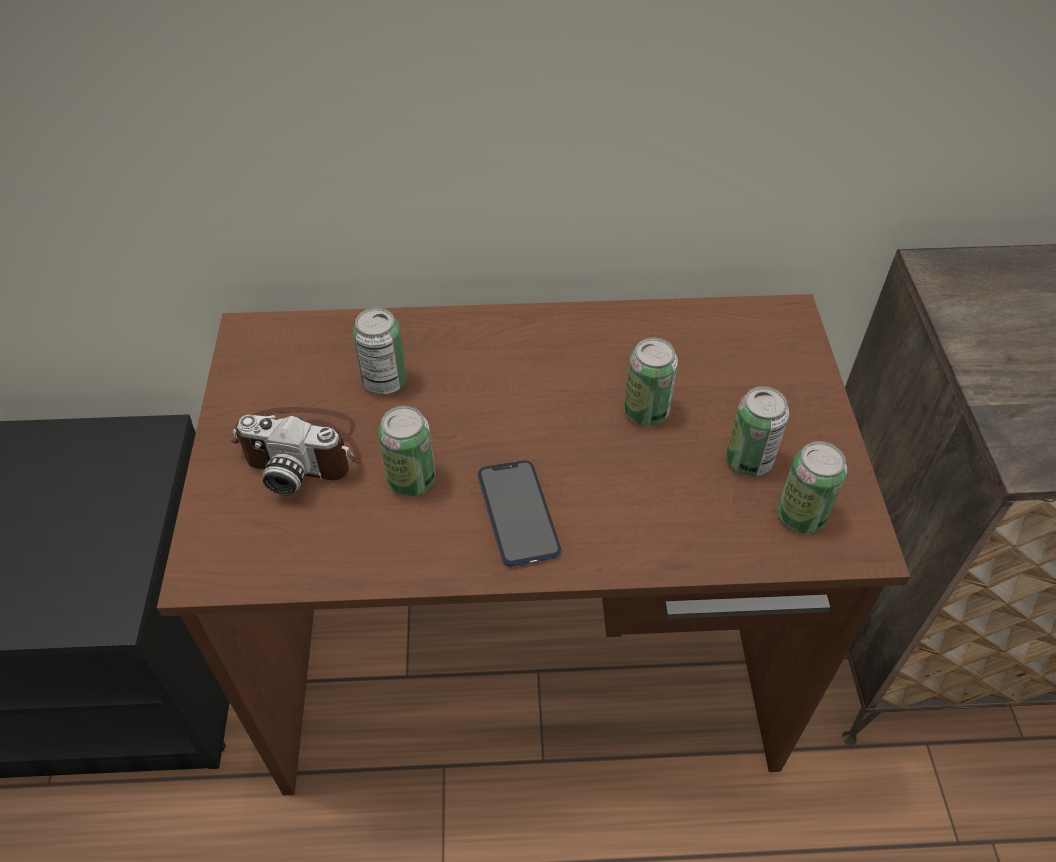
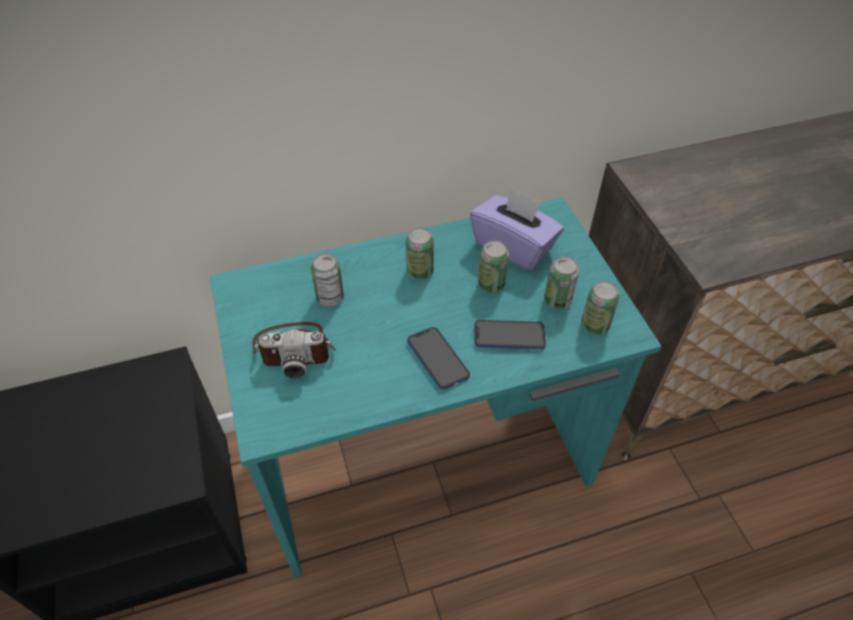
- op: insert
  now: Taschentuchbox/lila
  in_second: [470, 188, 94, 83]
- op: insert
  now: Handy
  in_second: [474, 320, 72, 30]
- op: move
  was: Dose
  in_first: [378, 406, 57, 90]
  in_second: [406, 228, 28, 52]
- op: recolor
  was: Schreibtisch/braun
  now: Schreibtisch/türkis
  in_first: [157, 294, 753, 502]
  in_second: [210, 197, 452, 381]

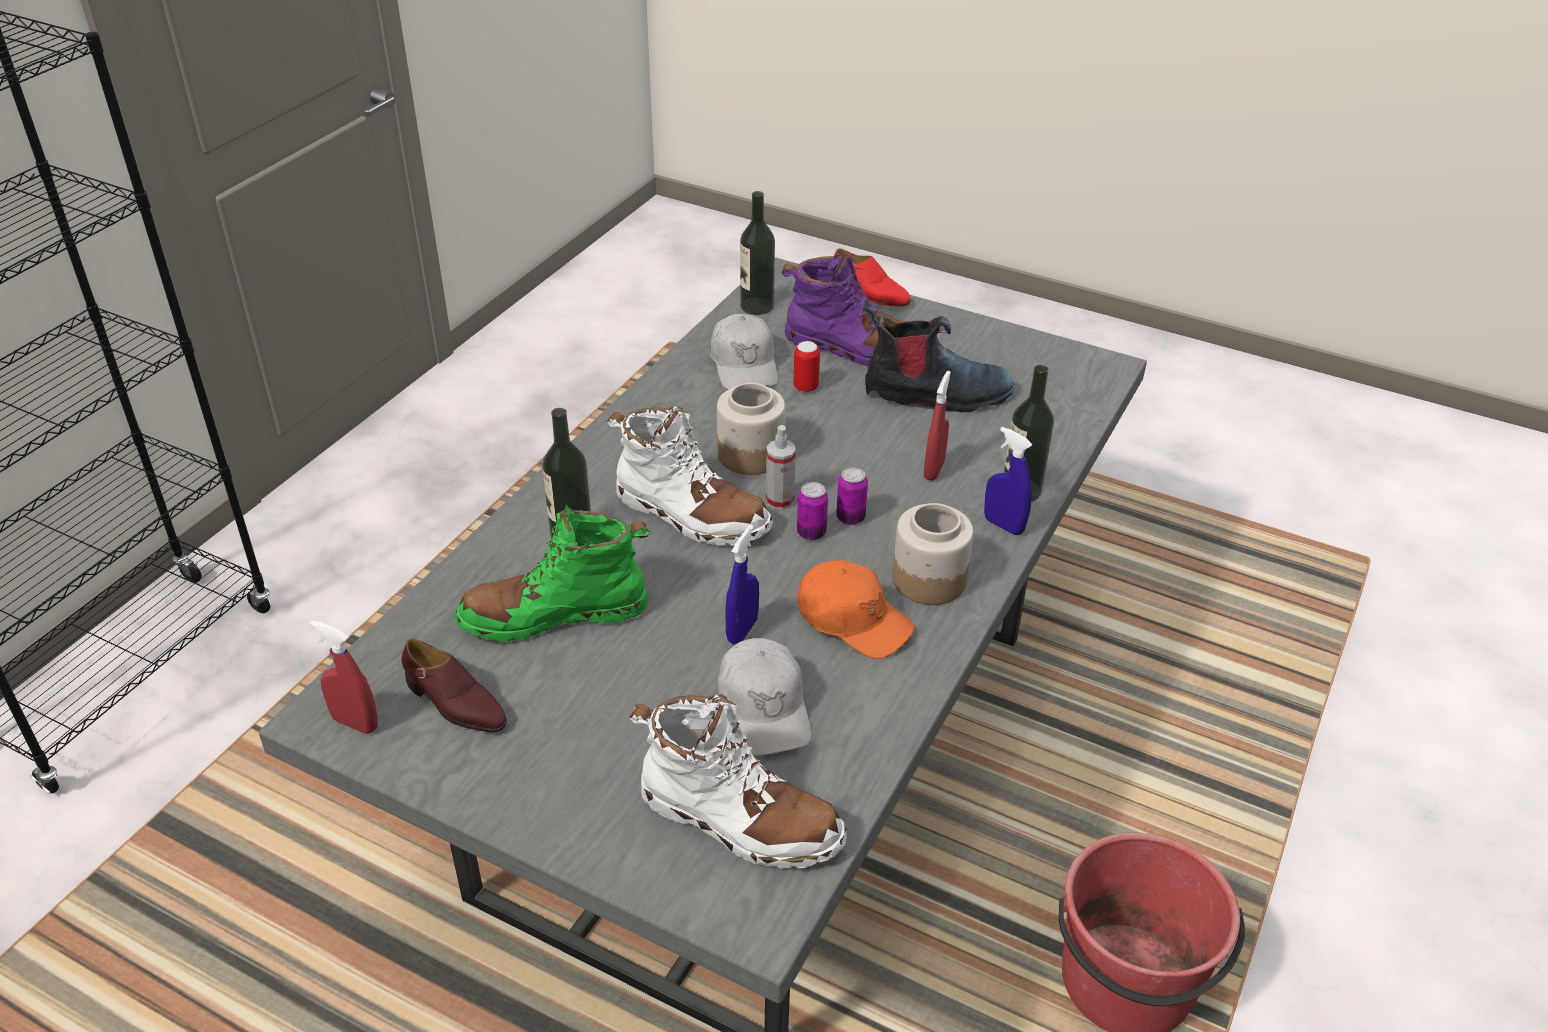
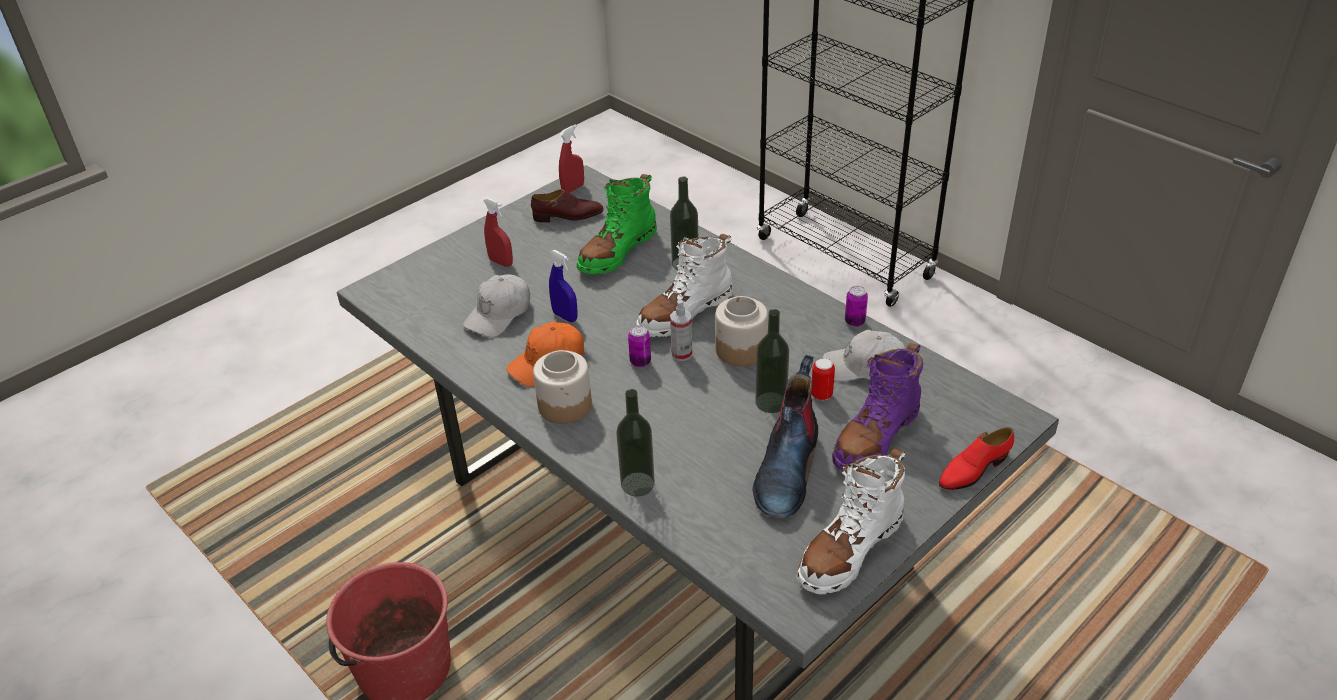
- op: delete
  was: Sprühflasche/blau
  in_first: [984, 427, 49, 108]
- op: move
  was: Stiefel/weiß
  in_first: [629, 695, 218, 174]
  in_second: [797, 449, 108, 145]
- op: move
  was: Flasche
  in_first: [740, 191, 35, 124]
  in_second: [755, 309, 34, 104]
- op: move
  was: Dose
  in_first: [836, 467, 32, 58]
  in_second: [845, 286, 23, 41]
- op: move
  was: Sprühflasche/rot
  in_first: [924, 371, 27, 110]
  in_second: [484, 198, 29, 69]
- op: rotate
  was: Schuh/braun
  in_first: [402, 639, 105, 93]
  in_second: [531, 189, 73, 34]
  clockwise: -150
- op: rotate
  was: Stiefel/grün
  in_first: [455, 504, 195, 138]
  in_second: [577, 174, 80, 100]
  clockwise: -150
- op: rotate
  was: Kappe/weiß
  in_first: [718, 638, 93, 118]
  in_second: [463, 274, 67, 63]
  clockwise: -60

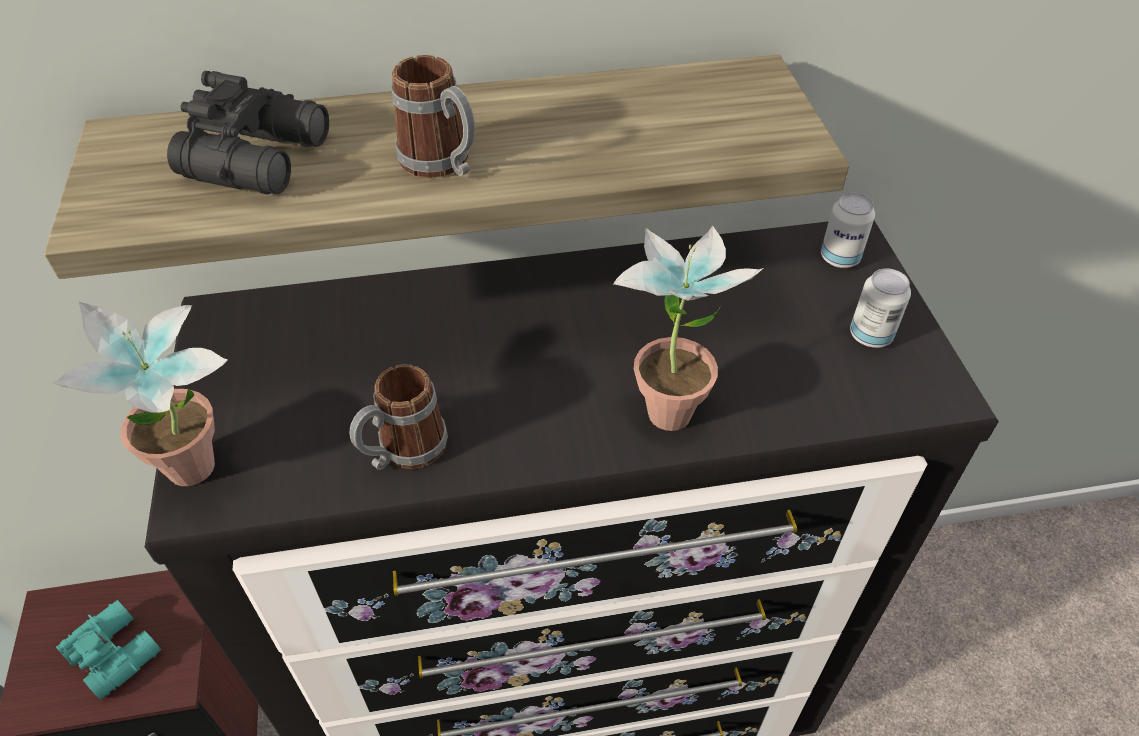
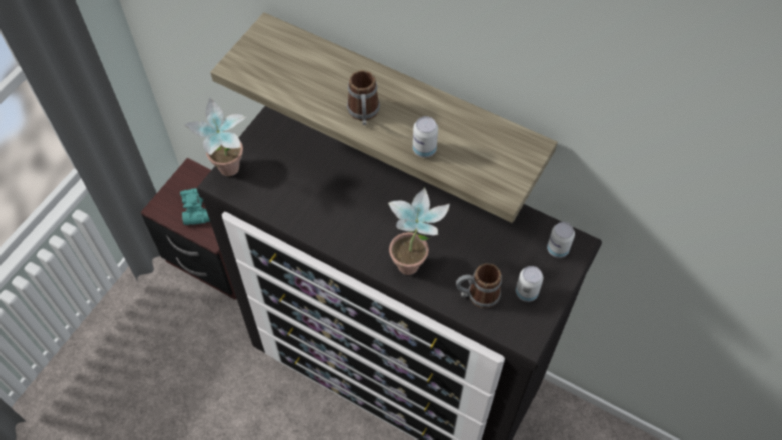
- op: delete
  was: Fernglas/schwarz
  in_first: [167, 71, 162, 123]
- op: insert
  now: Dose
  in_second: [413, 116, 25, 42]
- op: move
  was: Henkelbecher
  in_first: [350, 364, 98, 106]
  in_second: [456, 263, 46, 45]

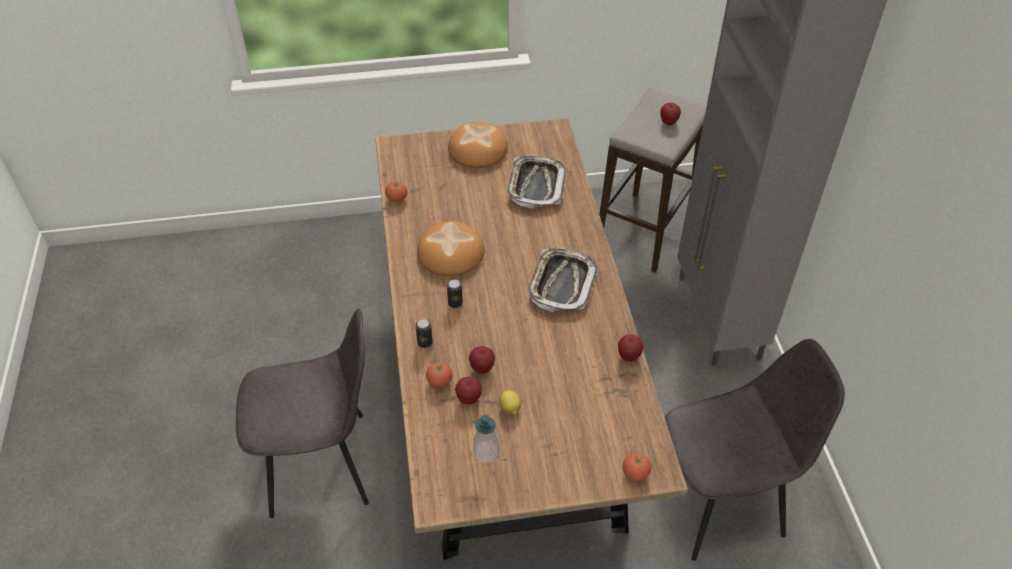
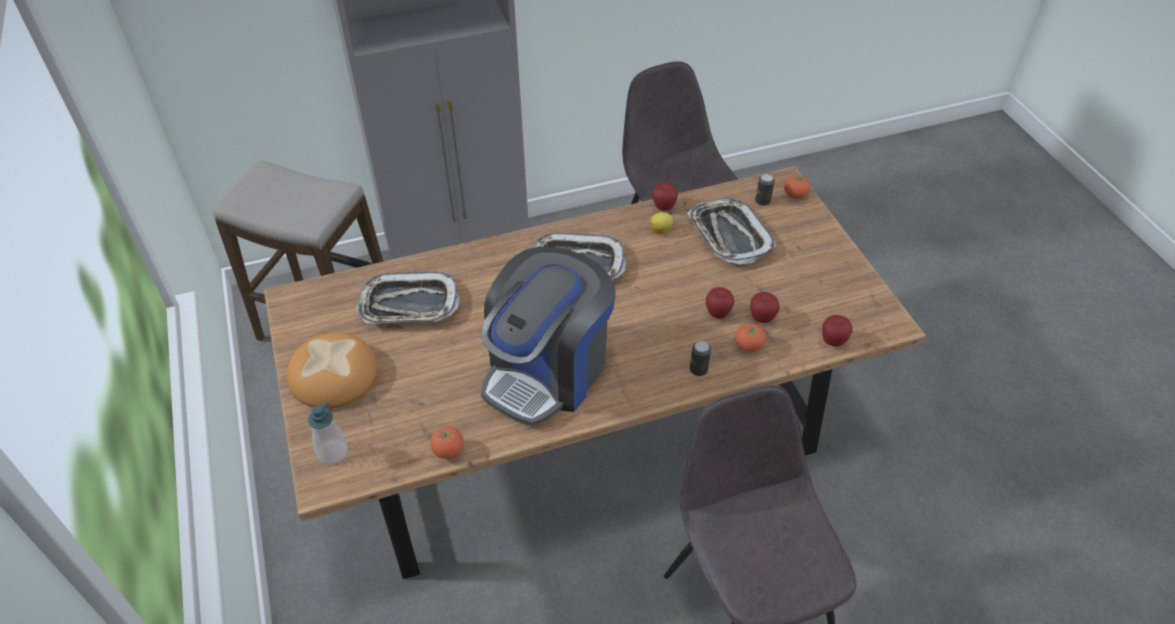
- op: insert
  now: Tablett
  in_second: [687, 199, 89, 66]
- op: move
  was: Dose
  in_first: [447, 279, 16, 29]
  in_second: [755, 174, 20, 32]
- op: move
  was: Seifenspender
  in_first: [473, 415, 26, 48]
  in_second: [308, 401, 40, 63]
- op: move
  was: Zitrone
  in_first: [499, 390, 22, 25]
  in_second: [650, 212, 23, 22]
- op: move
  was: Apfel
  in_first: [660, 103, 21, 22]
  in_second: [822, 315, 30, 31]
- op: replace
  was: Brot
  now: Kaffeemaschine
  in_first: [417, 221, 68, 55]
  in_second: [481, 247, 135, 179]

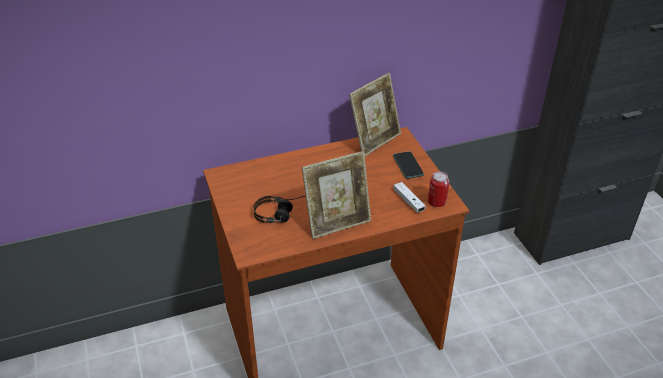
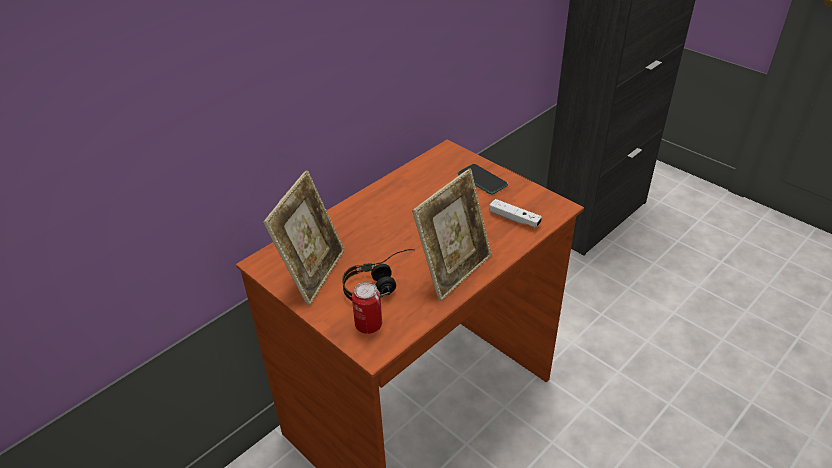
- op: move
  was: Bilderrahmen
  in_first: [349, 73, 52, 83]
  in_second: [263, 170, 82, 136]
- op: move
  was: Dose
  in_first: [428, 172, 21, 35]
  in_second: [352, 282, 30, 52]

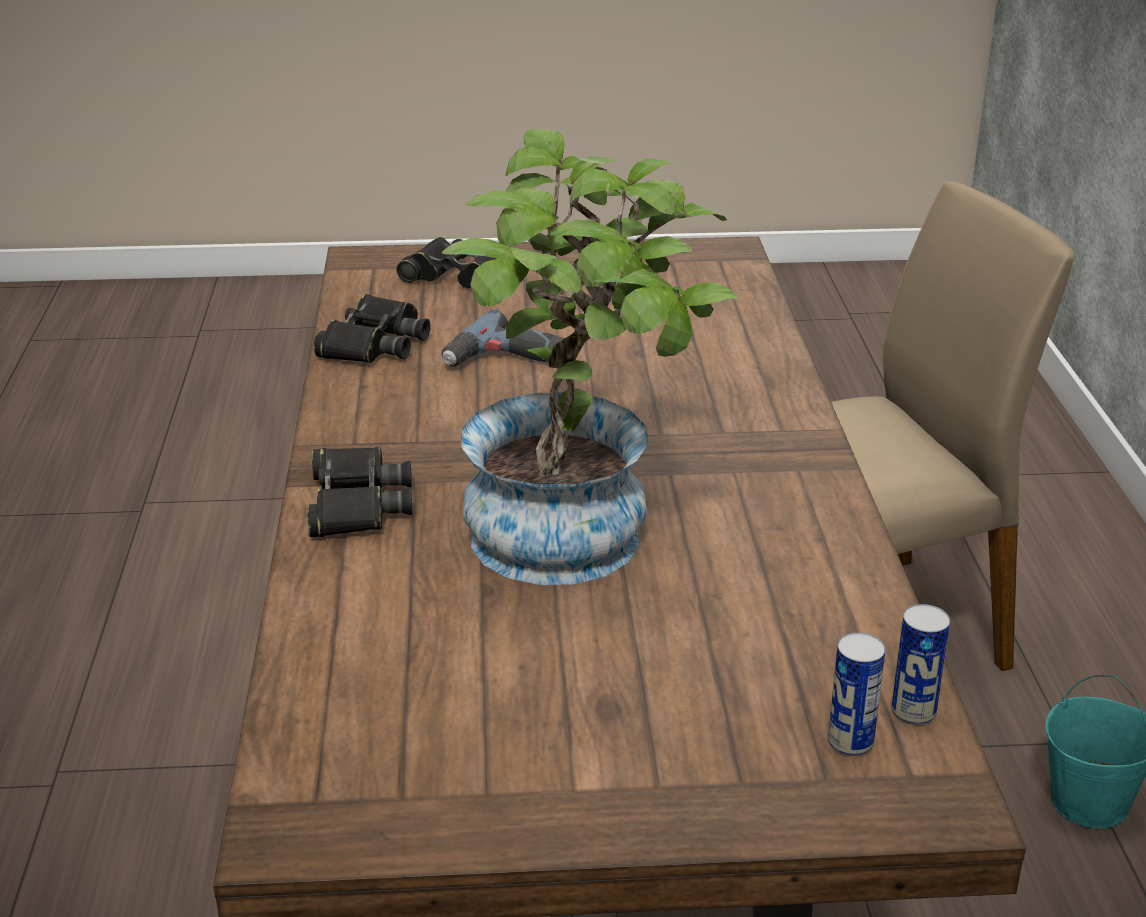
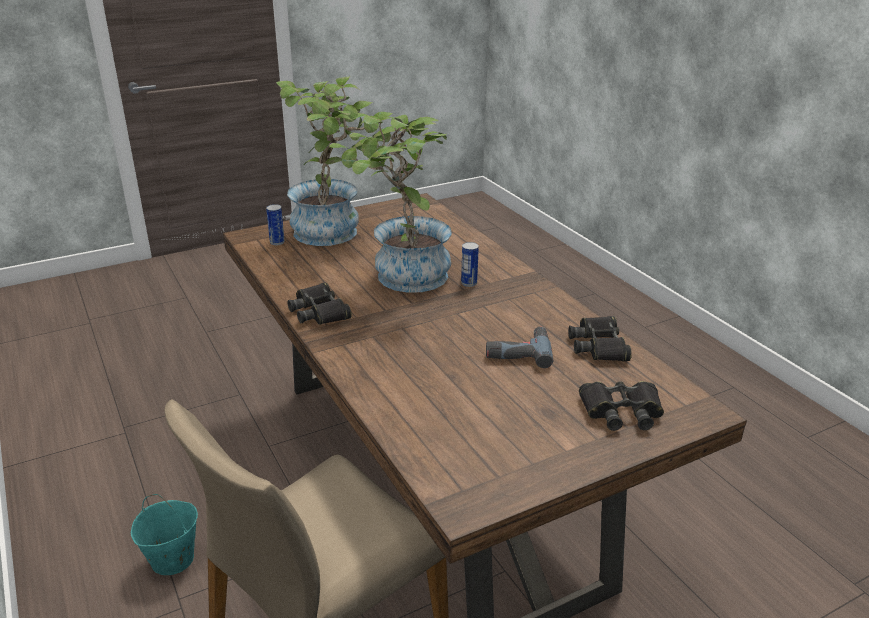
- op: insert
  now: Topfpflanze
  in_second: [276, 76, 117, 170]
- op: move
  was: Fernglas/schwarz
  in_first: [307, 447, 105, 90]
  in_second: [288, 283, 64, 42]
- op: move
  was: Dose
  in_first: [892, 604, 58, 121]
  in_second: [461, 242, 18, 45]

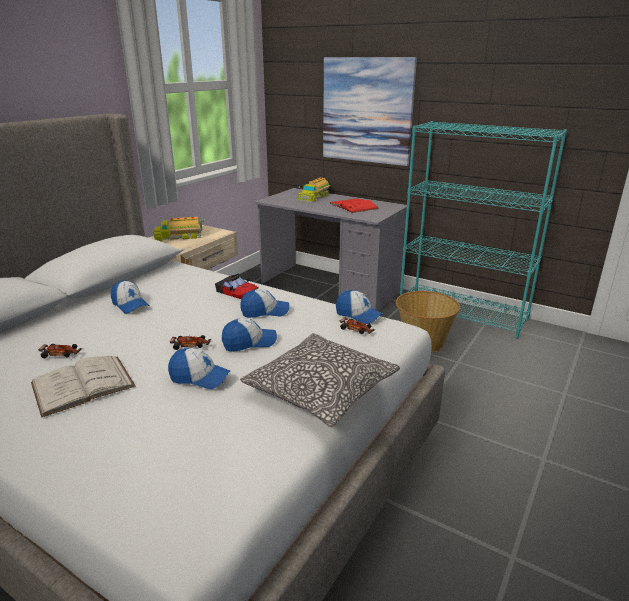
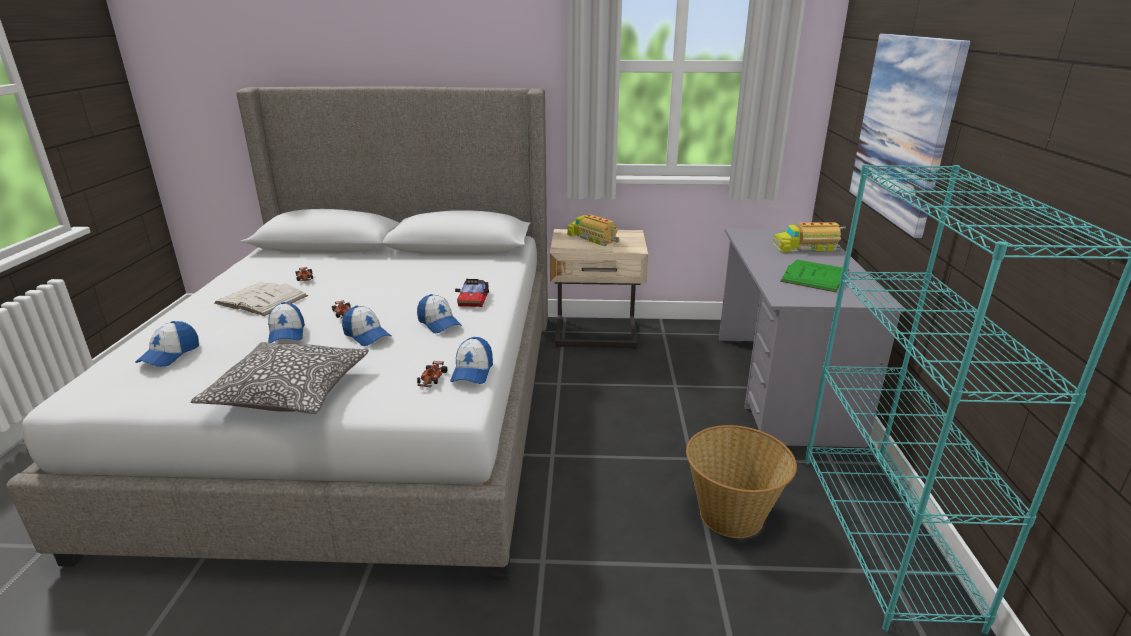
- op: move
  was: Kappe
  in_first: [111, 280, 39, 34]
  in_second: [136, 321, 63, 46]
- op: recolor
  was: Buch/rot
  now: Buch/grün
  in_first: [329, 198, 50, 15]
  in_second: [780, 260, 69, 32]

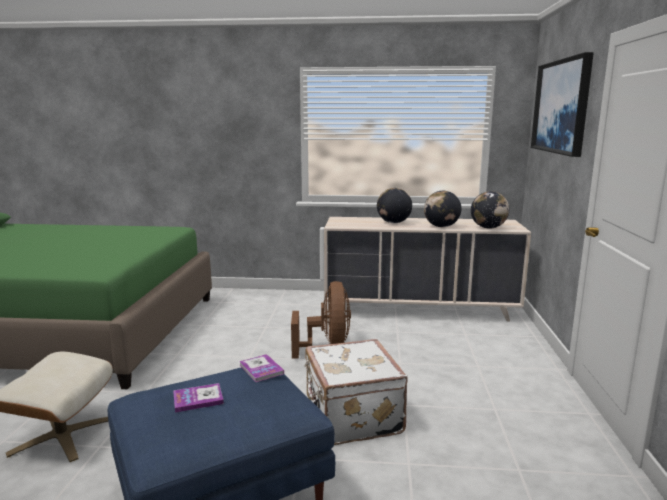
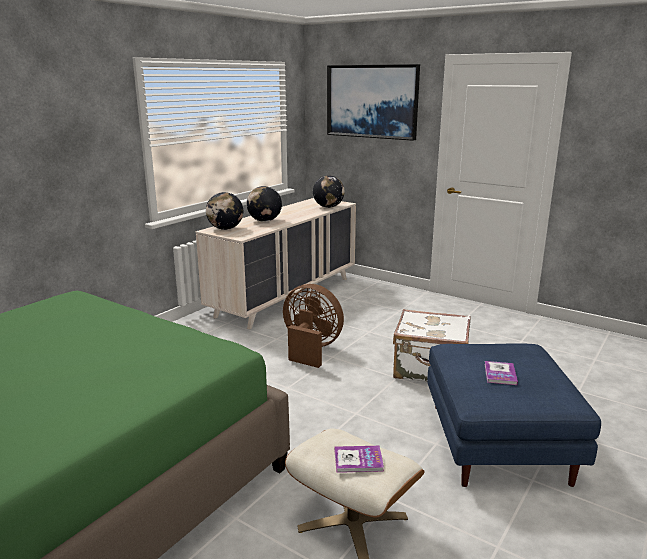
- op: move
  was: Buch
  in_first: [239, 354, 45, 28]
  in_second: [334, 446, 50, 27]
- op: move
  was: Globus
  in_first: [424, 191, 37, 36]
  in_second: [206, 192, 37, 38]

